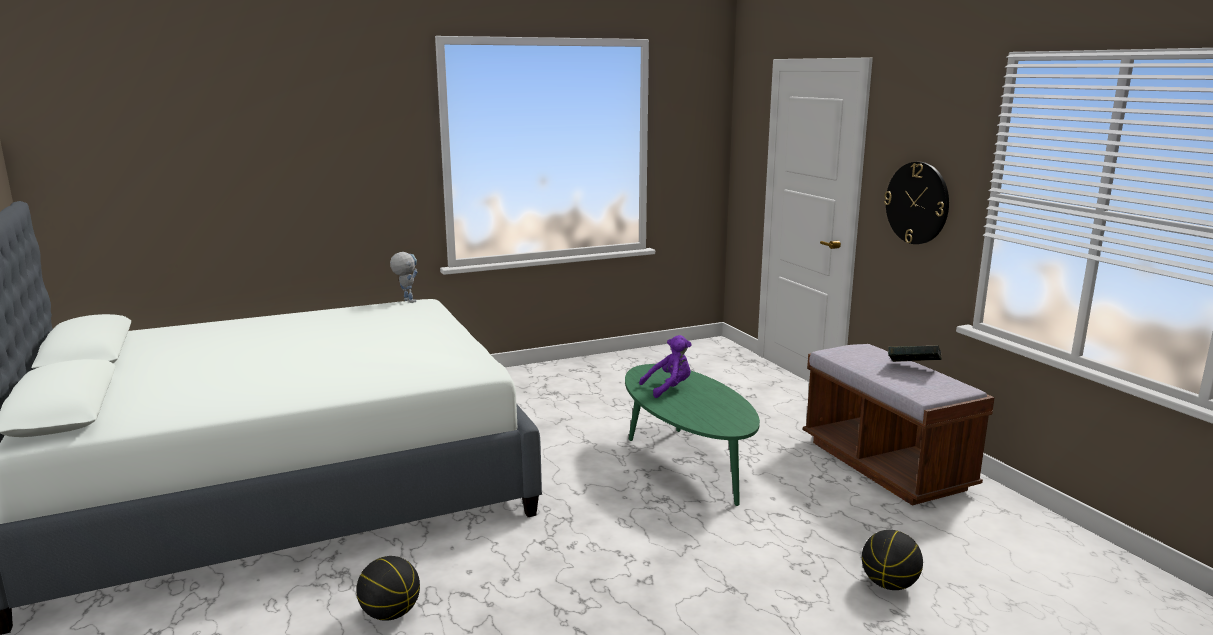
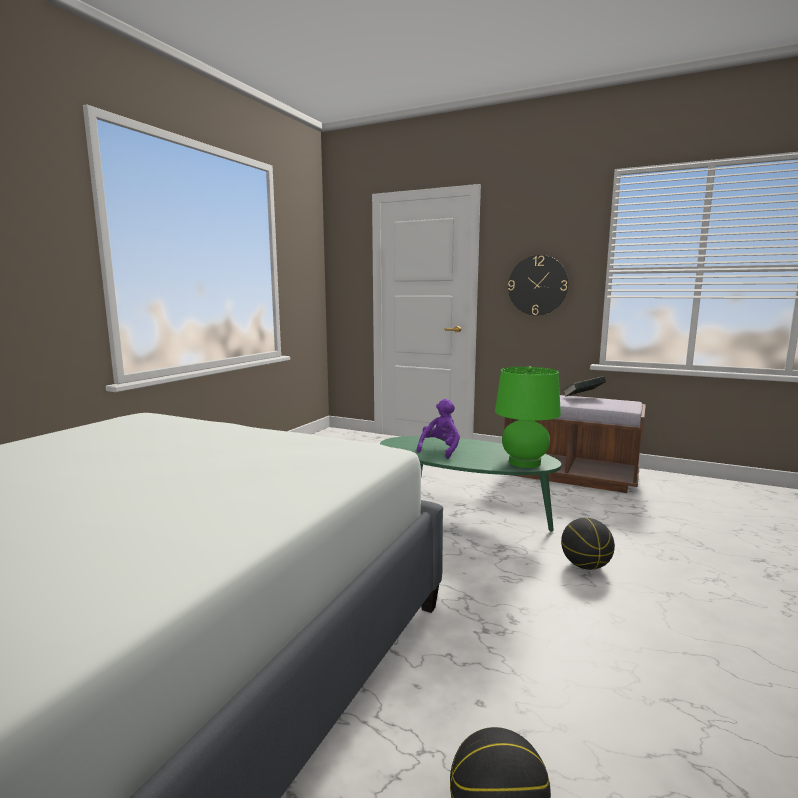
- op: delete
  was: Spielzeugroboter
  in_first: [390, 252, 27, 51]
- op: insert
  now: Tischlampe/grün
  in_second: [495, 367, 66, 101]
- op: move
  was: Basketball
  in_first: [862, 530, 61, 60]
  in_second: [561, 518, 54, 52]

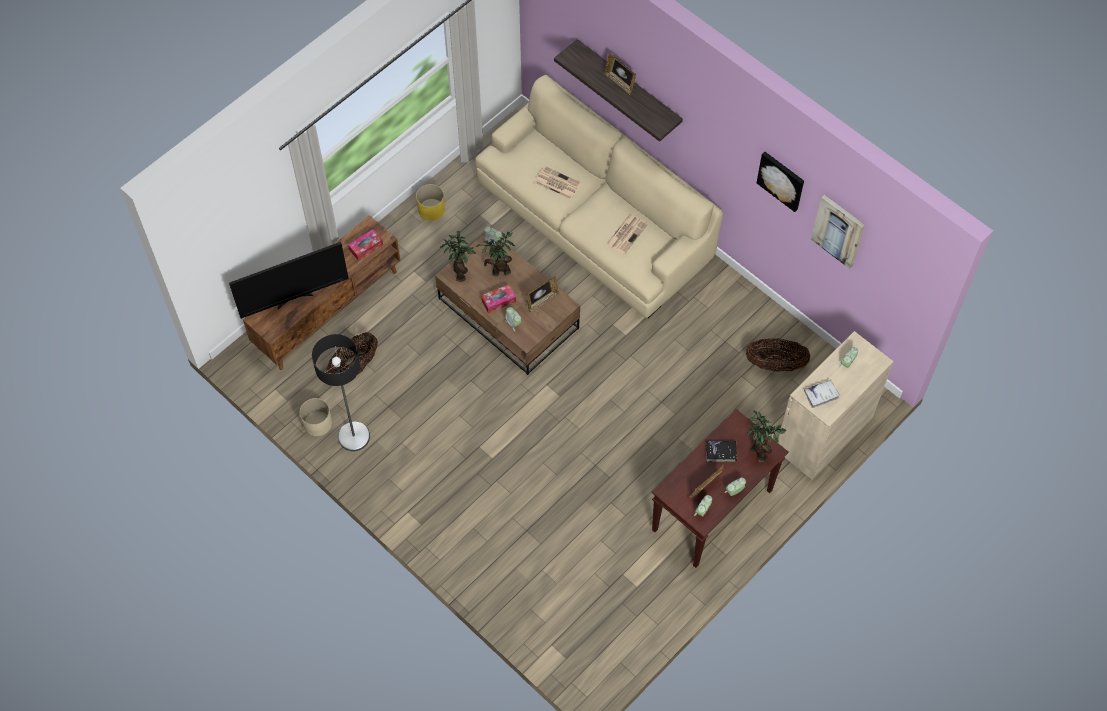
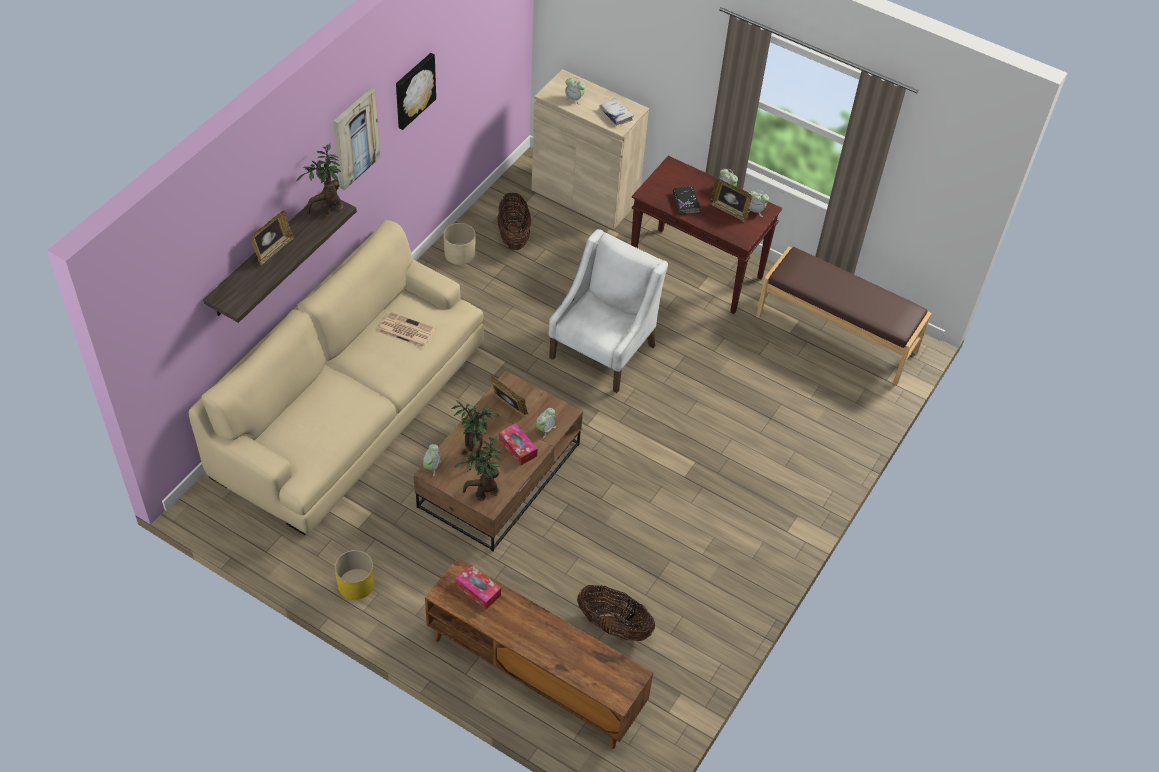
- op: delete
  was: Fernseher
  in_first: [229, 242, 120, 77]
- op: delete
  was: Stehlampe
  in_first: [312, 334, 58, 117]
- op: delete
  was: Zeitung
  in_first: [535, 166, 47, 34]
- op: insert
  now: Sessel/weiß
  in_second: [548, 229, 120, 164]
- op: insert
  now: Bank/braun
  in_second: [756, 246, 176, 139]
- op: move
  was: Pflanzkübel/beige
  in_first: [299, 398, 33, 38]
  in_second: [443, 223, 32, 42]
- op: move
  was: Topfpflanze
  in_first: [747, 411, 39, 51]
  in_second: [297, 144, 46, 73]
- op: move
  was: Bild
  in_first: [811, 195, 54, 74]
  in_second: [333, 88, 47, 102]

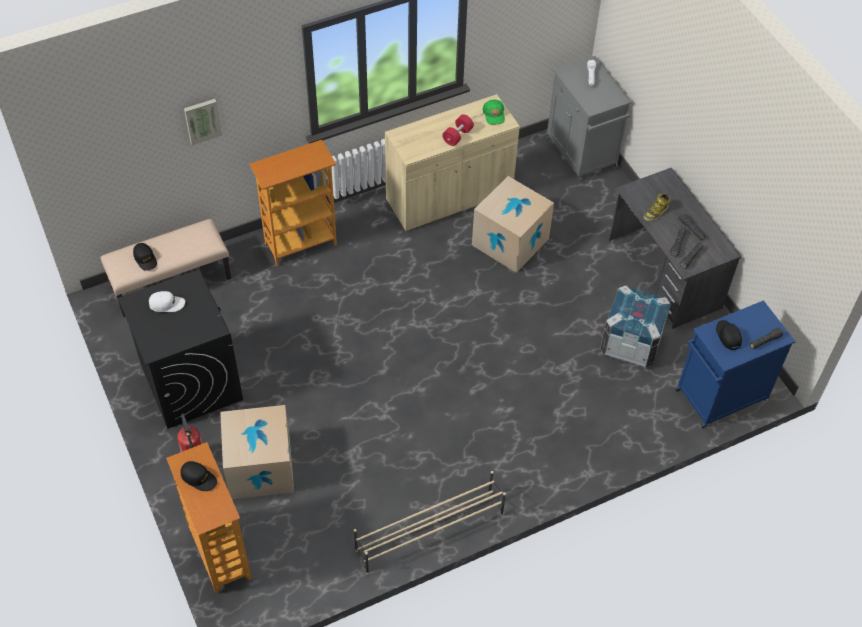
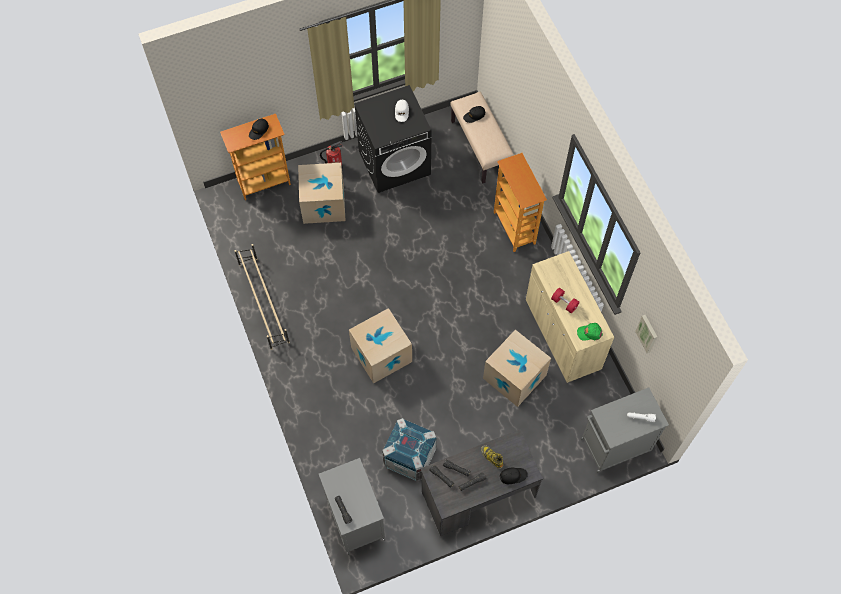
- op: insert
  now: Karton
  in_second: [349, 308, 63, 75]
- op: move
  was: Bild
  in_first: [184, 99, 38, 46]
  in_second: [635, 315, 22, 38]
- op: move
  was: Kappe/schwarz
  in_first: [716, 320, 26, 30]
  in_second: [500, 468, 28, 16]
- op: recolor
  was: Schrank/blau
  now: Schrank/grau
  in_first: [675, 300, 121, 128]
  in_second: [319, 458, 66, 97]

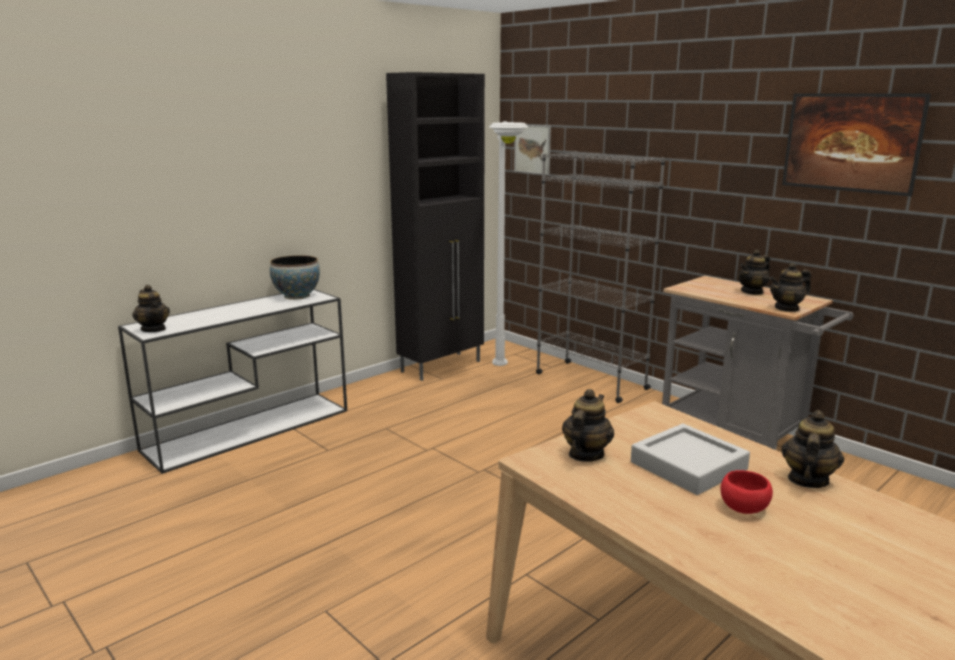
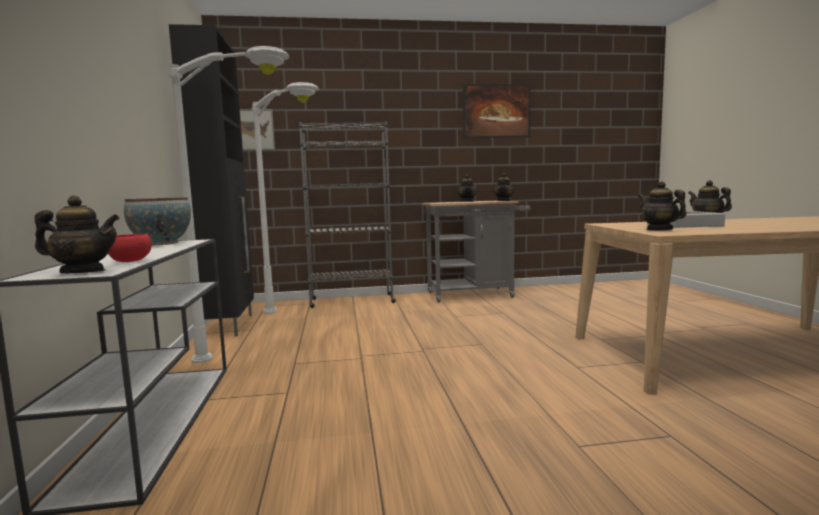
- op: insert
  now: Stehlampe/weiß
  in_second: [169, 46, 120, 317]
- op: move
  was: Schüssel/rot
  in_first: [720, 470, 53, 44]
  in_second: [108, 234, 44, 28]

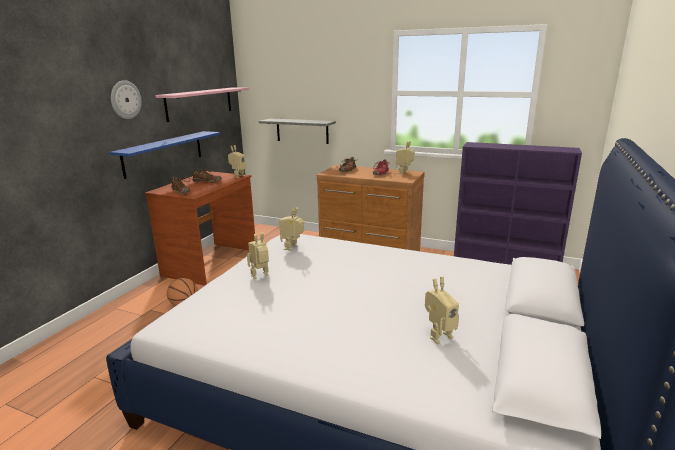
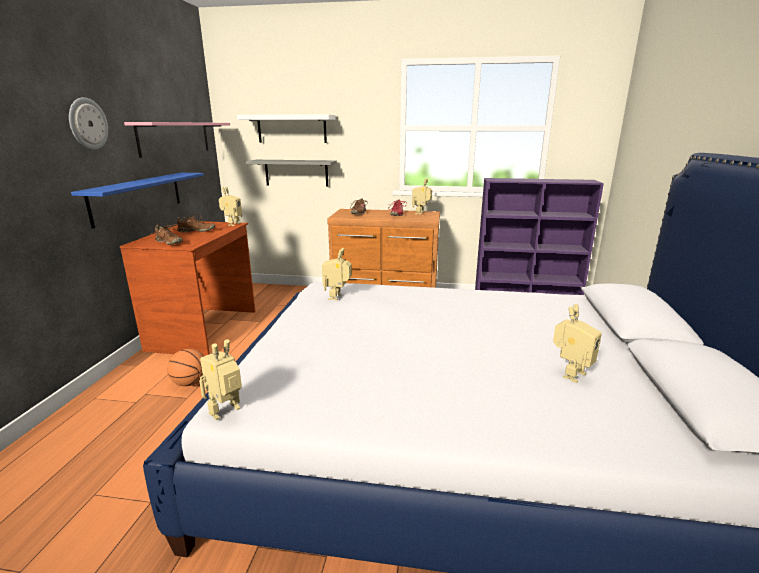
- op: insert
  now: Wandregal/weiß
  in_second: [237, 114, 99, 29]
- op: move
  was: Spielzeugroboter
  in_first: [247, 232, 22, 47]
  in_second: [199, 339, 43, 81]

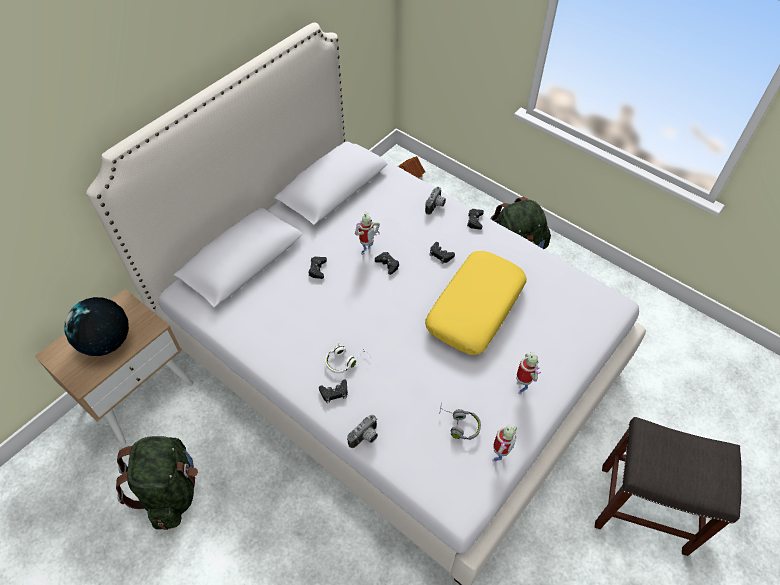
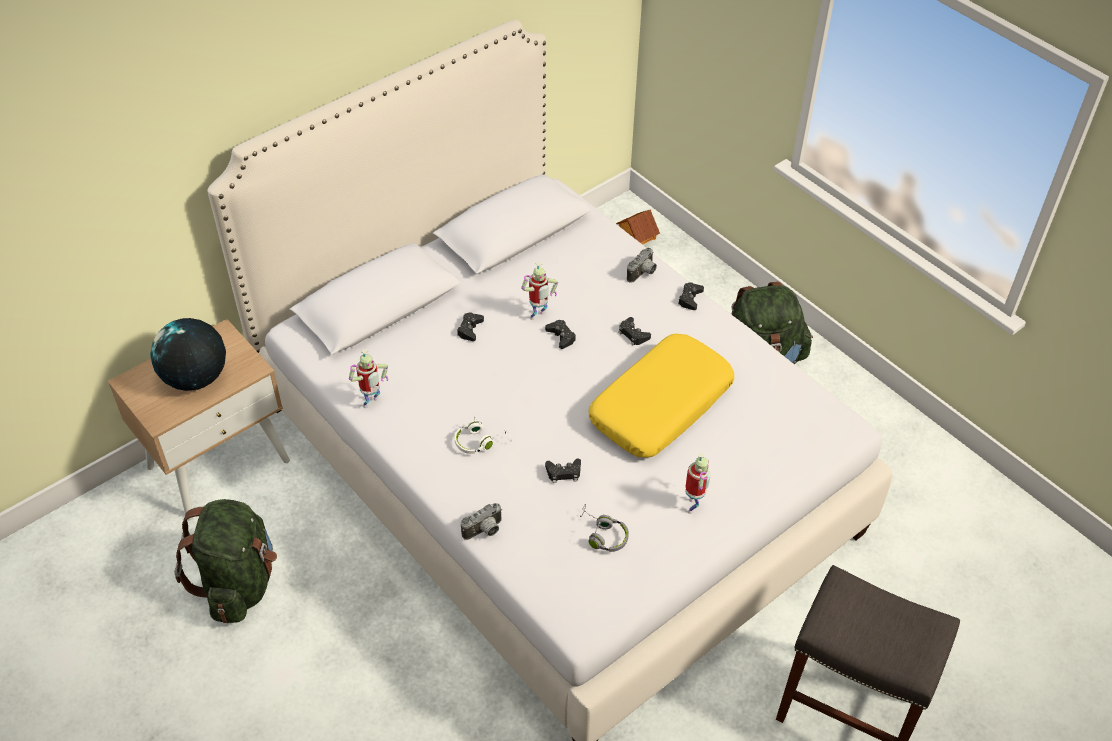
- op: move
  was: Gamepad/schwarz
  in_first: [319, 380, 29, 23]
  in_second: [545, 458, 36, 25]
- op: move
  was: Spielzeugroboter
  in_first: [492, 424, 25, 38]
  in_second: [349, 349, 39, 59]

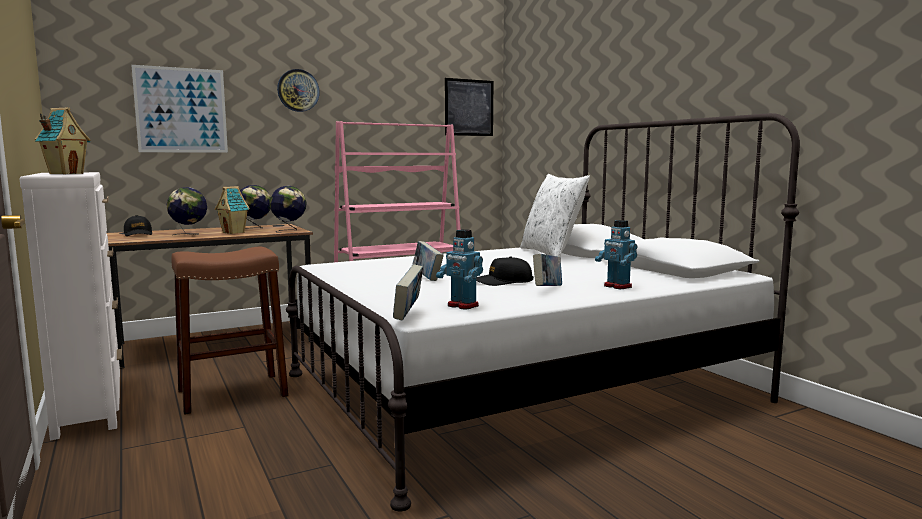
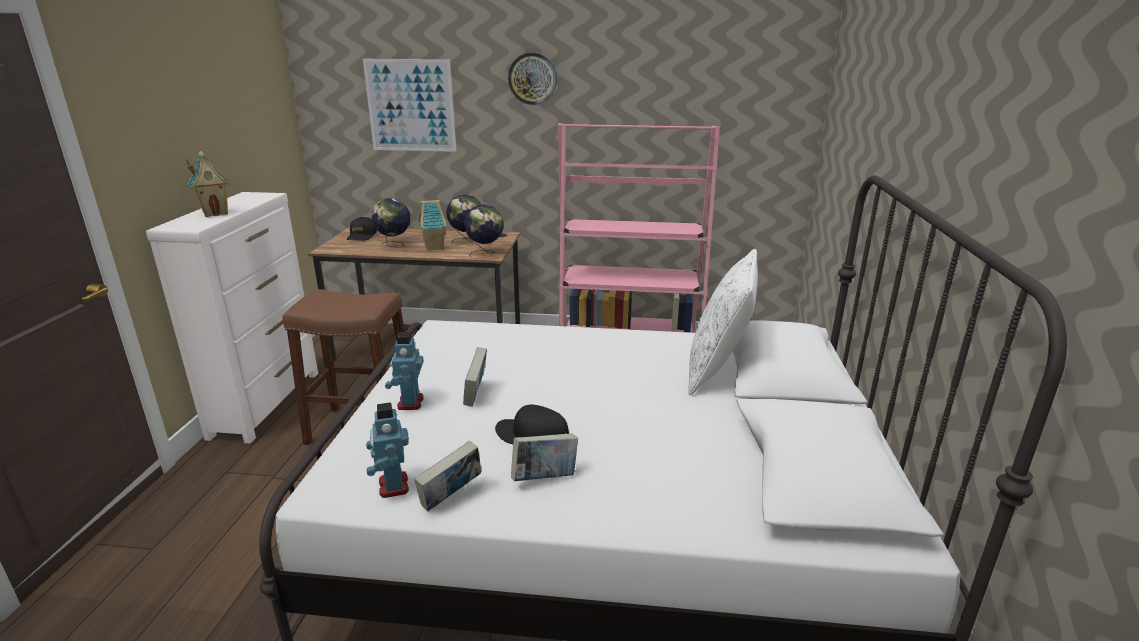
- op: delete
  was: Bild
  in_first: [445, 78, 48, 58]
- op: move
  was: Buch
  in_first: [393, 264, 30, 57]
  in_second: [414, 441, 67, 70]
- op: move
  was: Spielzeugroboter
  in_first: [595, 220, 42, 69]
  in_second: [385, 332, 39, 78]

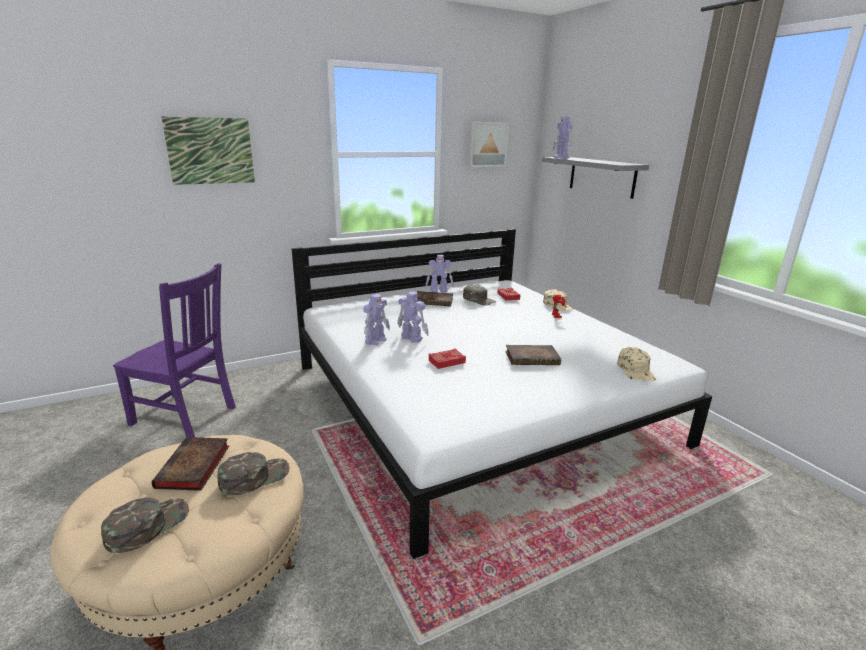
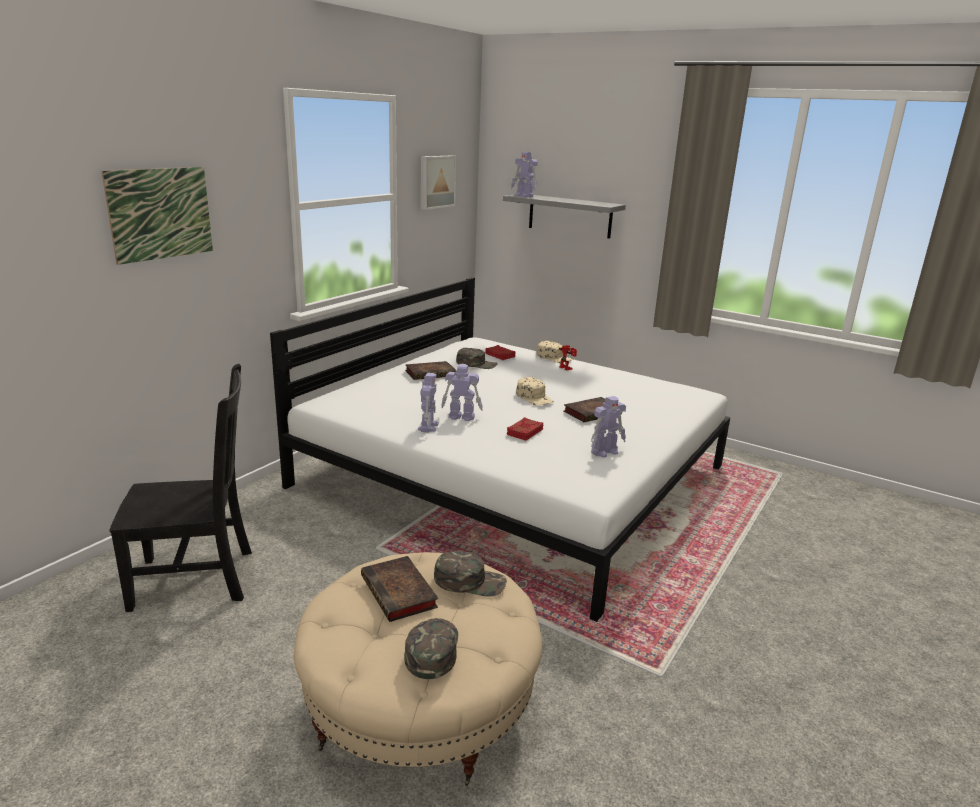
- op: move
  was: Spielzeugroboter
  in_first: [425, 255, 29, 38]
  in_second: [591, 396, 35, 62]
- op: move
  was: Kappe/beige
  in_first: [617, 347, 39, 33]
  in_second: [516, 377, 38, 29]
- op: recolor
  was: Stuhl/lila
  now: Stuhl/schwarz
  in_first: [113, 263, 123, 174]
  in_second: [109, 364, 143, 248]
- op: rotate
  was: Kappe/grün
  in_first: [217, 452, 72, 43]
  in_second: [434, 550, 73, 47]
  clockwise: 75

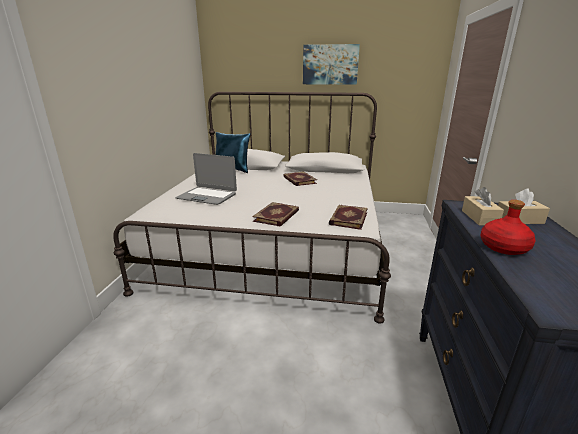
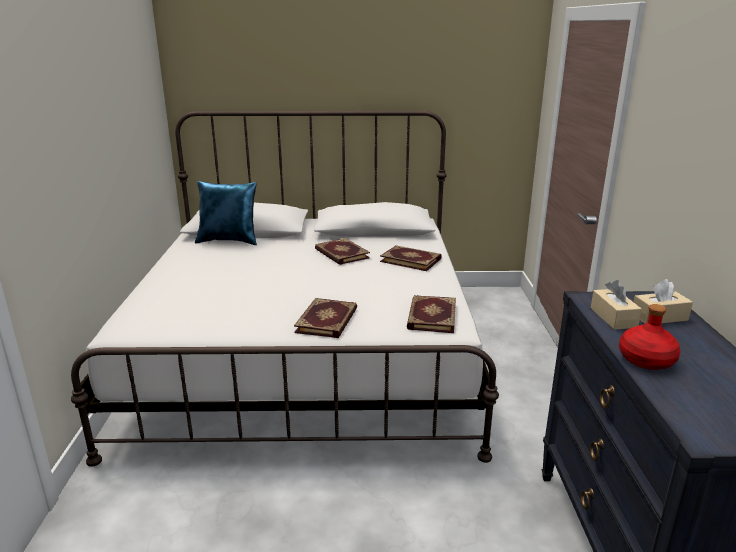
- op: delete
  was: Laptop
  in_first: [175, 153, 62, 52]
- op: delete
  was: Bild
  in_first: [303, 44, 57, 41]
- op: insert
  now: Buch
  in_second: [380, 245, 62, 26]

